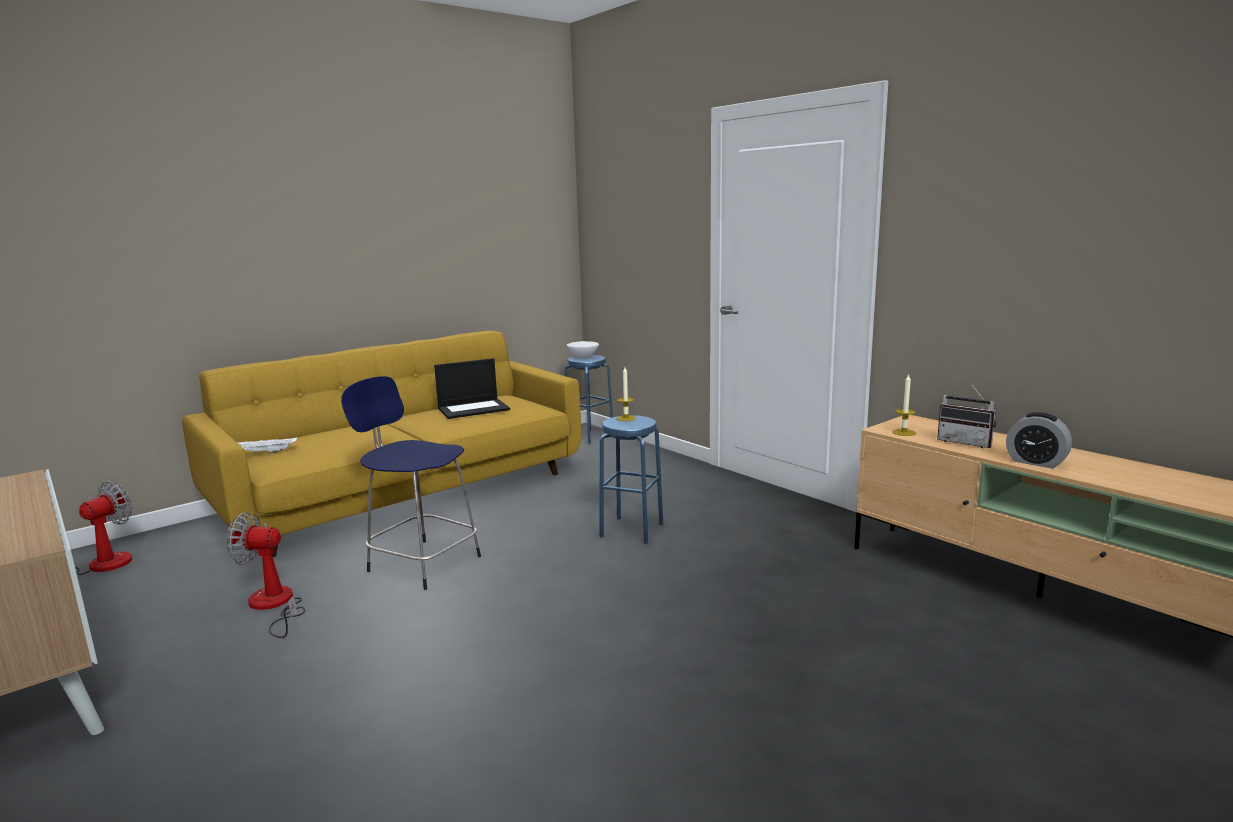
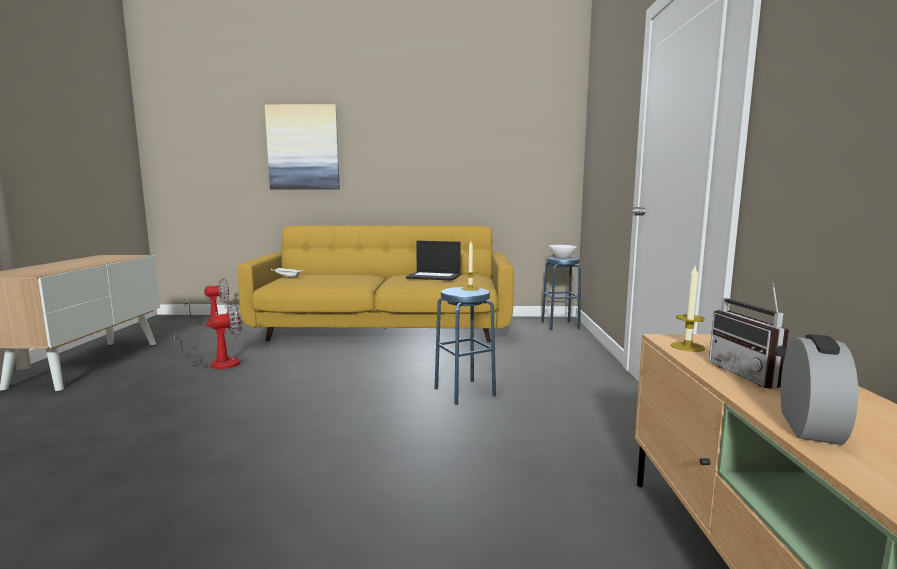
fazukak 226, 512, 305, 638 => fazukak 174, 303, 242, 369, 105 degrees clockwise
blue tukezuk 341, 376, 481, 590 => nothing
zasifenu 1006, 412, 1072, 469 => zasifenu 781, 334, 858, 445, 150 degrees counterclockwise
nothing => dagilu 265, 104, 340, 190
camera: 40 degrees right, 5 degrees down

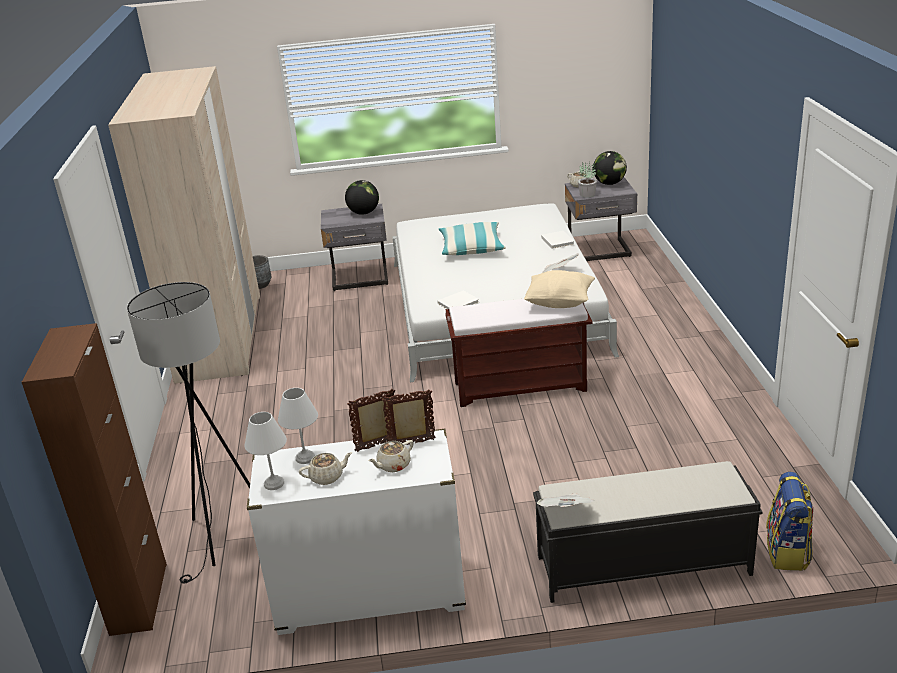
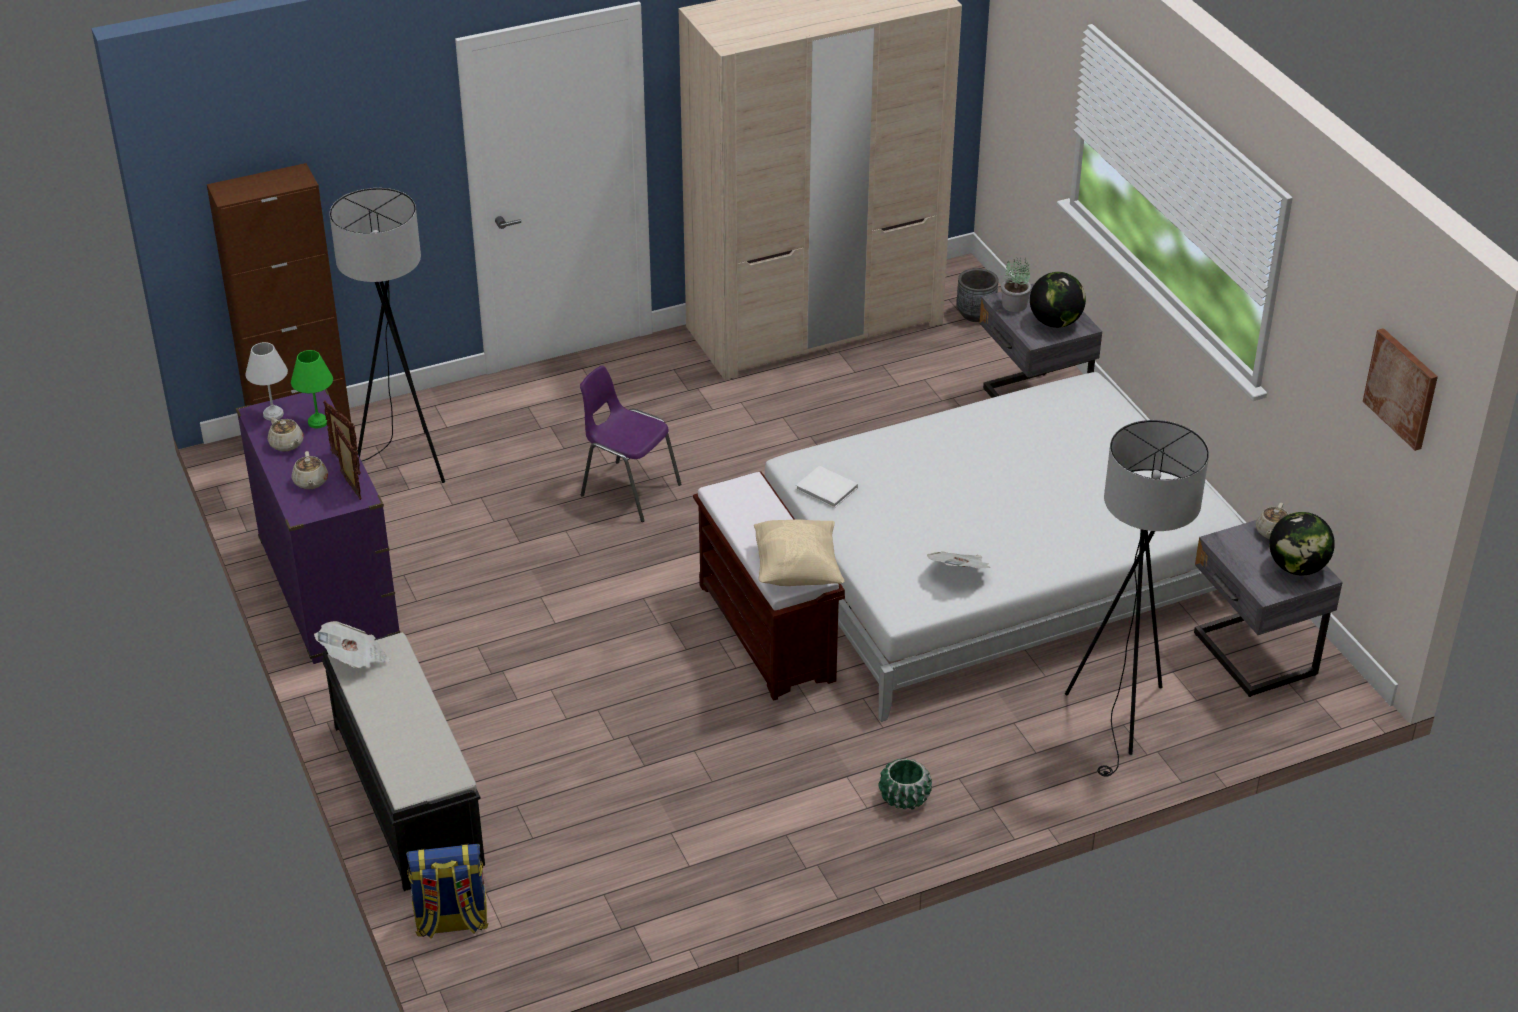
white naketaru 247, 429, 466, 635 => purple naketaru 236, 389, 400, 664
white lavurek 278, 388, 318, 464 => green lavurek 291, 350, 333, 428
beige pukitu 368, 440, 414, 472 => beige pukitu 292, 451, 328, 489, 135 degrees counterclockwise
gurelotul 439, 222, 506, 255 => nothing
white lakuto 541, 231, 574, 249 => nothing
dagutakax 578, 161, 597, 197 => dagutakax 1001, 258, 1031, 312, relocated
nothing => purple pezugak 580, 366, 681, 522
nothing => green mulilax 879, 758, 932, 810
nothing => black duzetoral 1065, 420, 1209, 777
nothing => dagilu 1363, 328, 1438, 451
camera: 70 degrees right, 10 degrees up

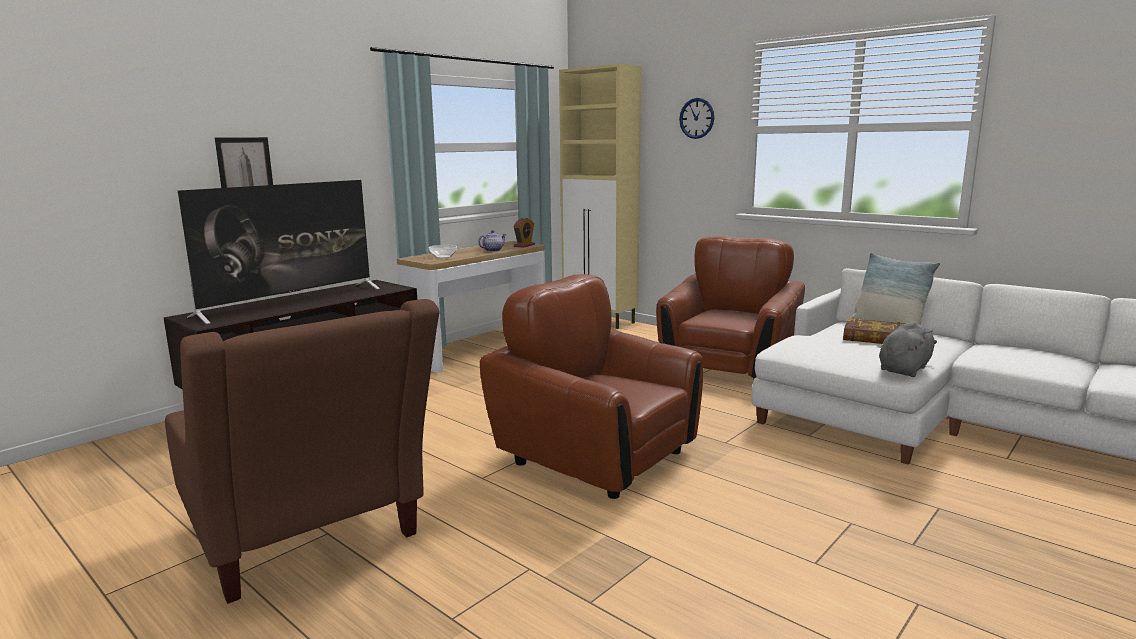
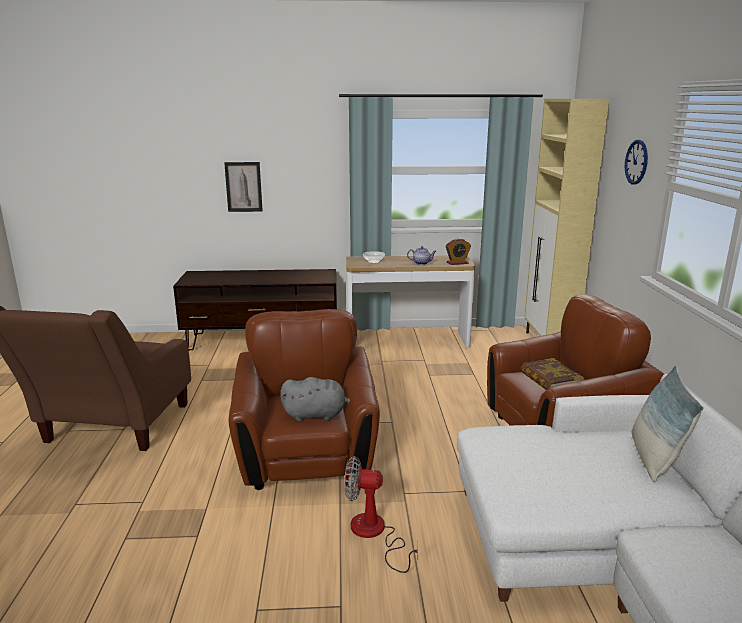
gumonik 178, 180, 380, 324 => nothing
lakuto 843, 318, 906, 344 => lakuto 521, 358, 584, 390, relocated
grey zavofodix 879, 322, 937, 377 => grey zavofodix 280, 377, 350, 422, relocated
nothing => fazukak 344, 456, 418, 573
camera: 45 degrees right, 5 degrees up

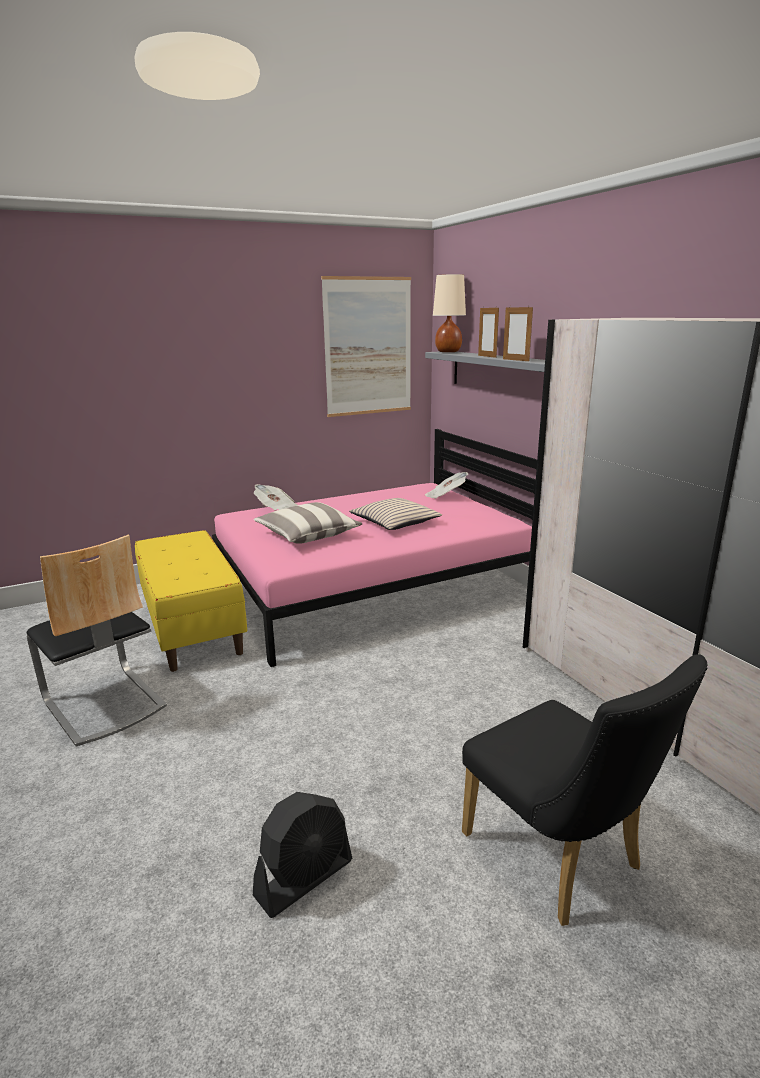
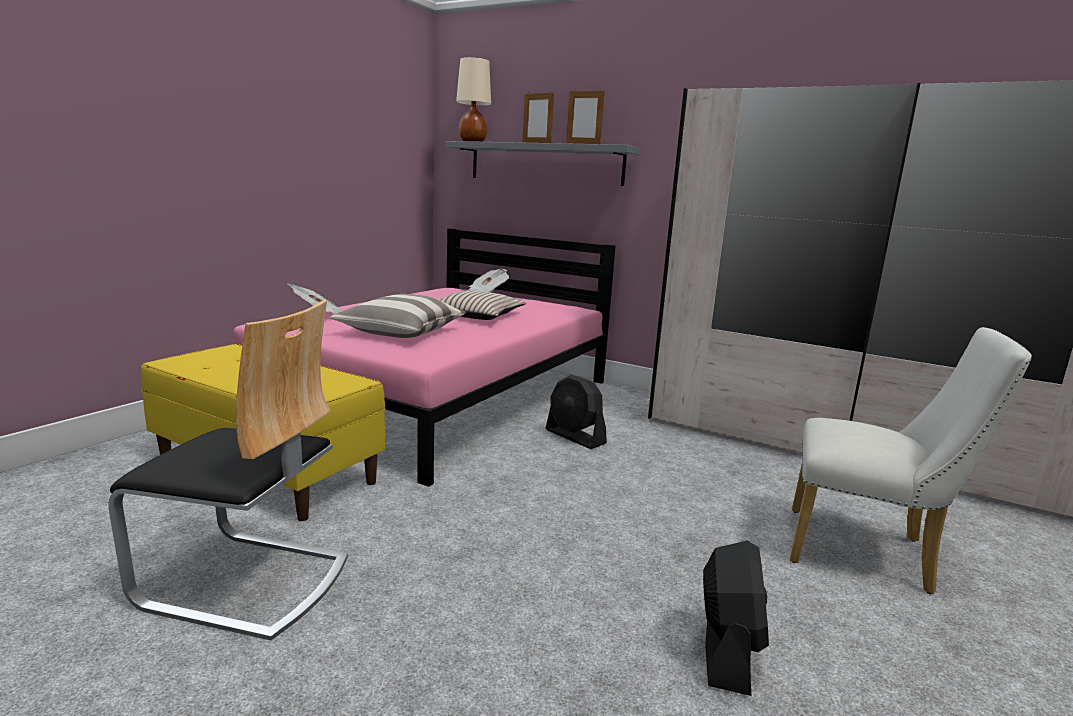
dagilu 321, 276, 411, 417 => nothing
black pezugak 462, 654, 708, 926 => white pezugak 790, 327, 1032, 594
nothing => black fazukak 546, 374, 607, 449
camera: 35 degrees left, 5 degrees down

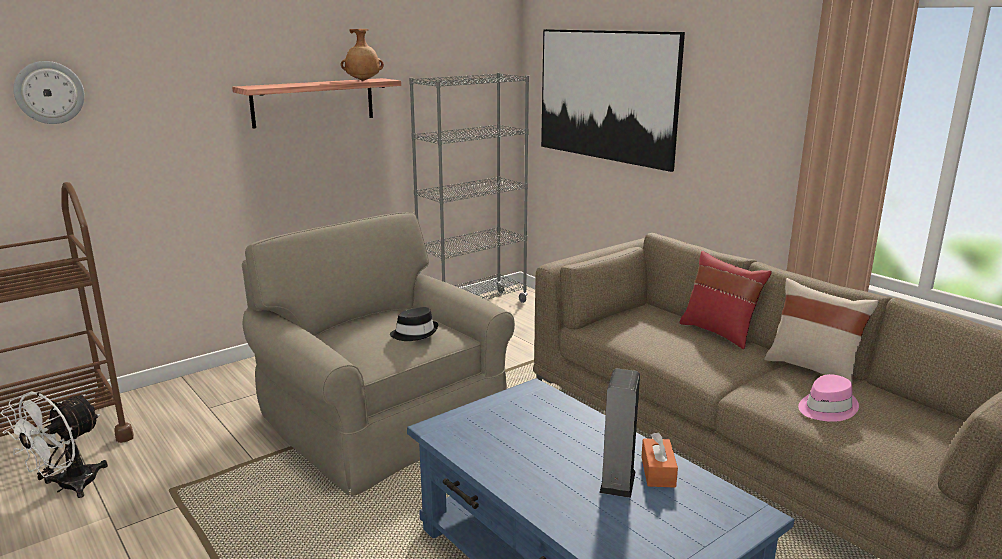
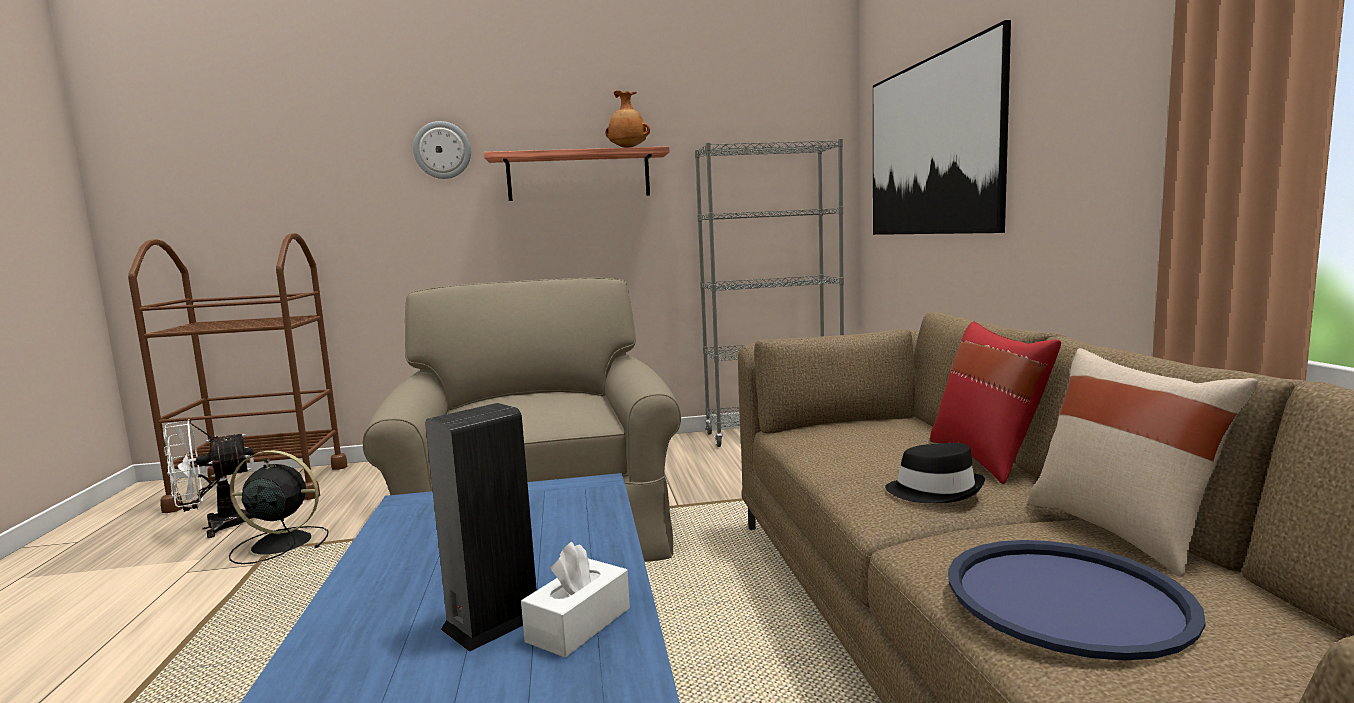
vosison 13, 61, 85, 124 => vosison 413, 121, 471, 179, relocated
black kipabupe 390, 307, 438, 341 => black kipabupe 885, 443, 985, 503, relocated
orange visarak 641, 432, 678, 488 => white visarak 521, 542, 630, 658
pink kipabupe 798, 374, 859, 422 => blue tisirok 948, 540, 1206, 661
nothing => black fazukak 229, 450, 328, 564
camera: 30 degrees right, 10 degrees down

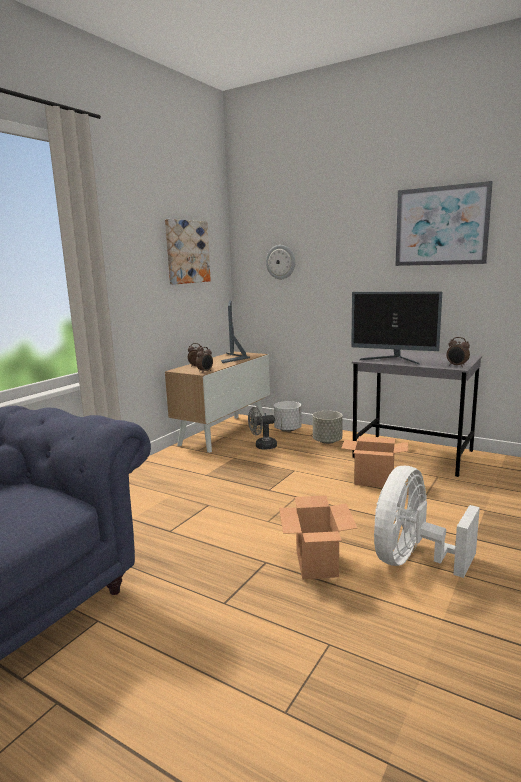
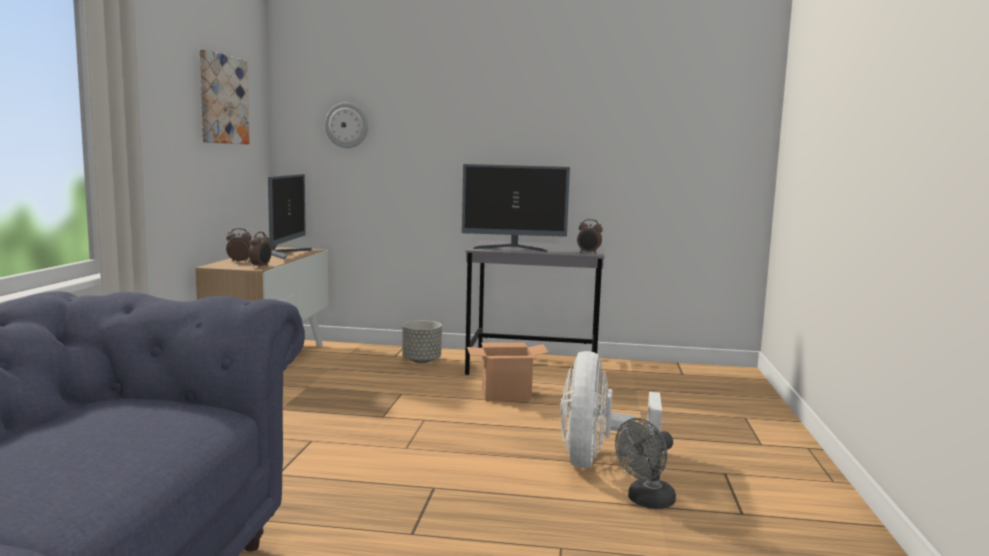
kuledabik 221, 300, 250, 363 => kuledabik 268, 174, 312, 259, 150 degrees counterclockwise
grey fazukak 248, 407, 277, 450 => grey fazukak 615, 418, 676, 509, relocated
white mulilax 274, 401, 302, 432 => nothing
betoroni 279, 495, 357, 579 => nothing
dagilu 395, 181, 493, 266 => nothing
camera: 25 degrees left, 5 degrees down

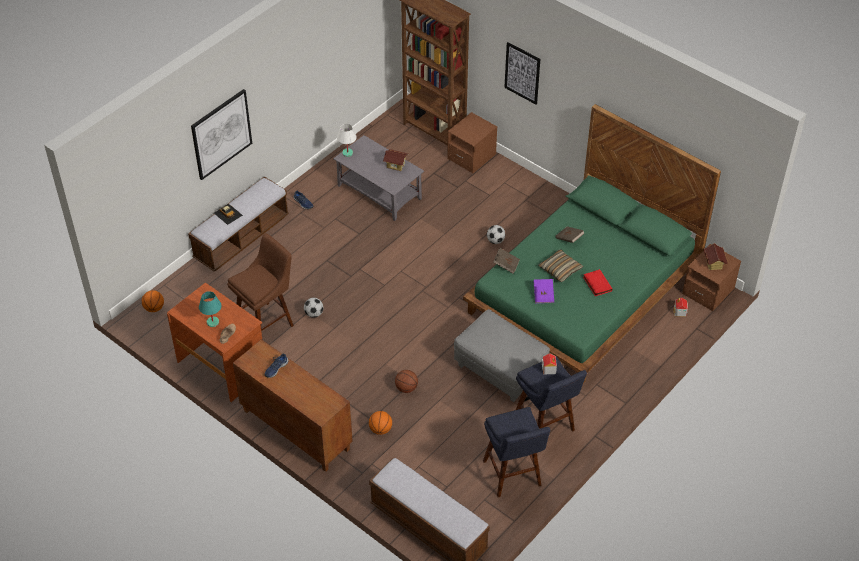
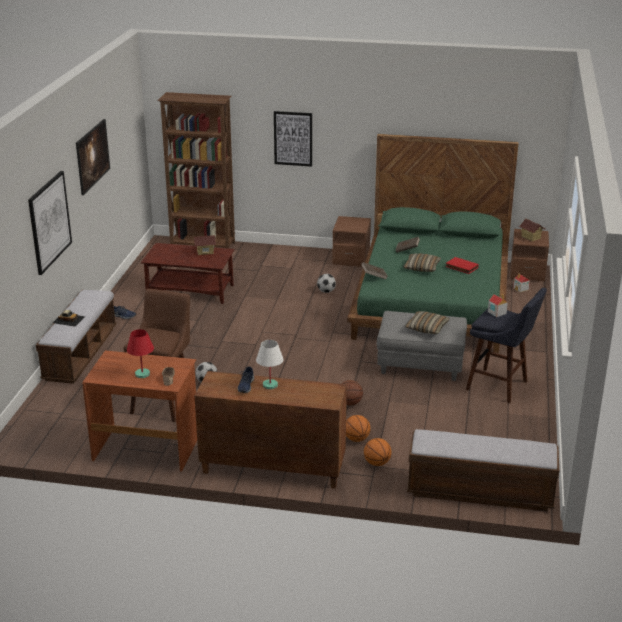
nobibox 142, 290, 164, 312 => nobibox 364, 438, 392, 466, relocated
turquoise lavurek 199, 291, 222, 327 => red lavurek 127, 329, 154, 378
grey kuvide 333, 135, 424, 221 => brown kuvide 141, 243, 235, 304
white lavurek 337, 124, 357, 157 => white lavurek 256, 340, 284, 389, relocated
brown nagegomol 447, 112, 497, 173 => brown nagegomol 332, 216, 371, 267, relocated
blue tukezuk 483, 407, 550, 497 => nothing
purple lakuto 534, 279, 554, 303 => nothing
nothing => dagilu 76, 119, 110, 195
nothing => gurelotul 405, 311, 450, 334
camera: 30 degrees left, 20 degrees down

